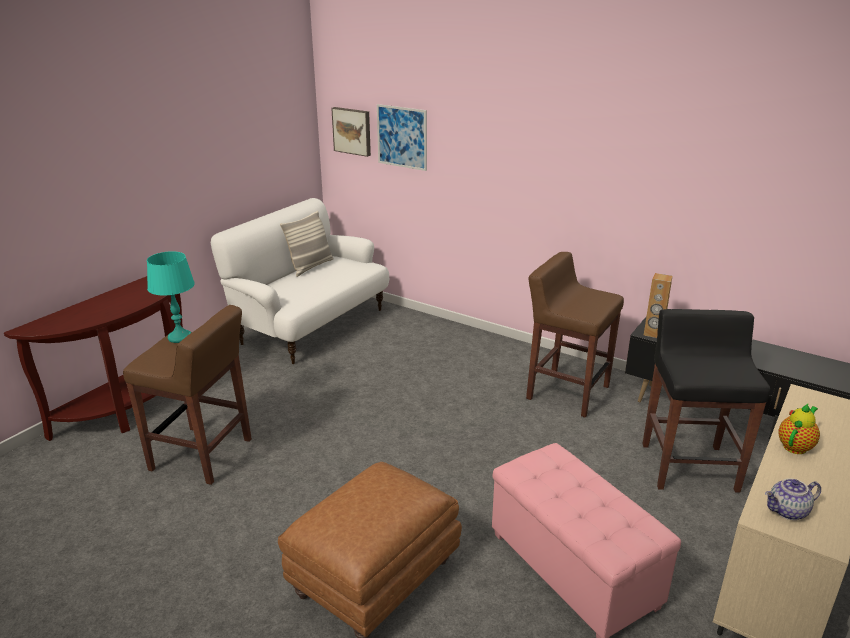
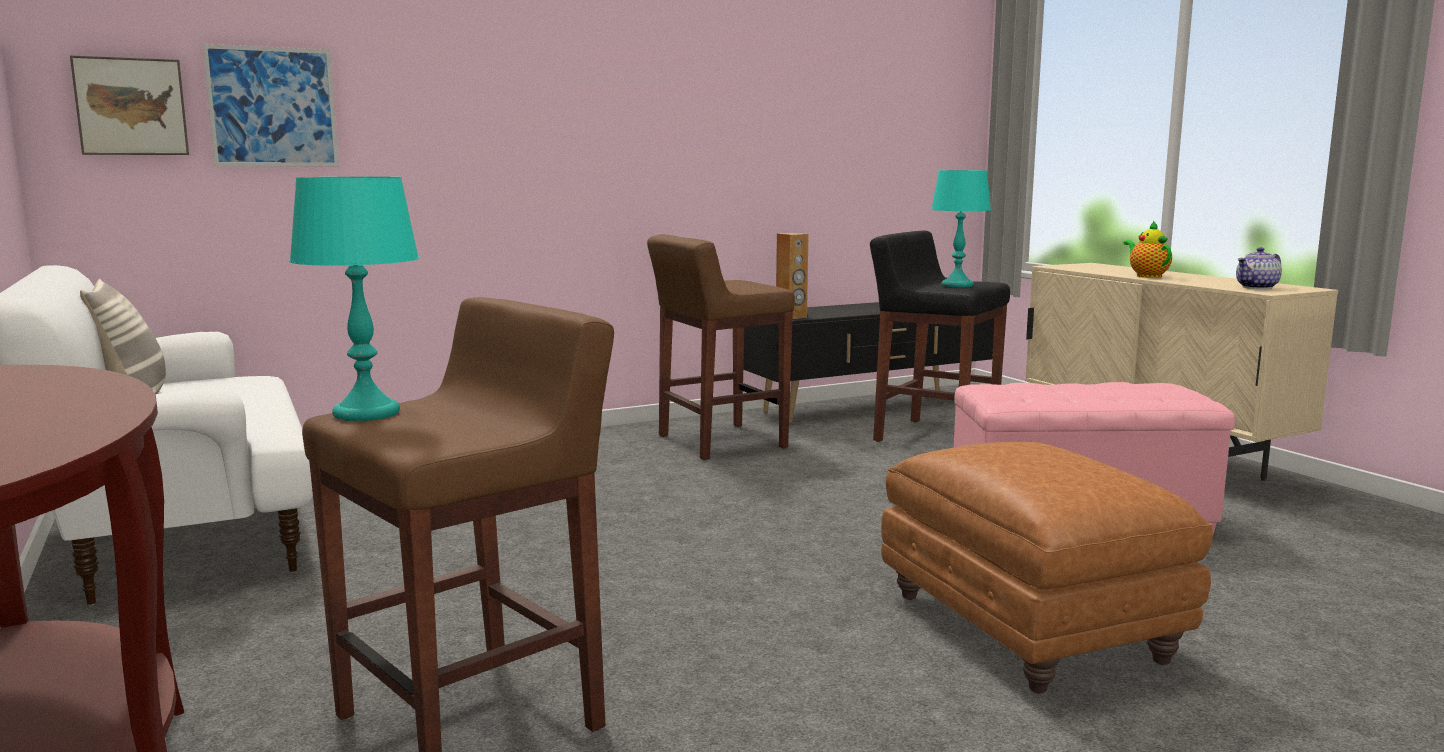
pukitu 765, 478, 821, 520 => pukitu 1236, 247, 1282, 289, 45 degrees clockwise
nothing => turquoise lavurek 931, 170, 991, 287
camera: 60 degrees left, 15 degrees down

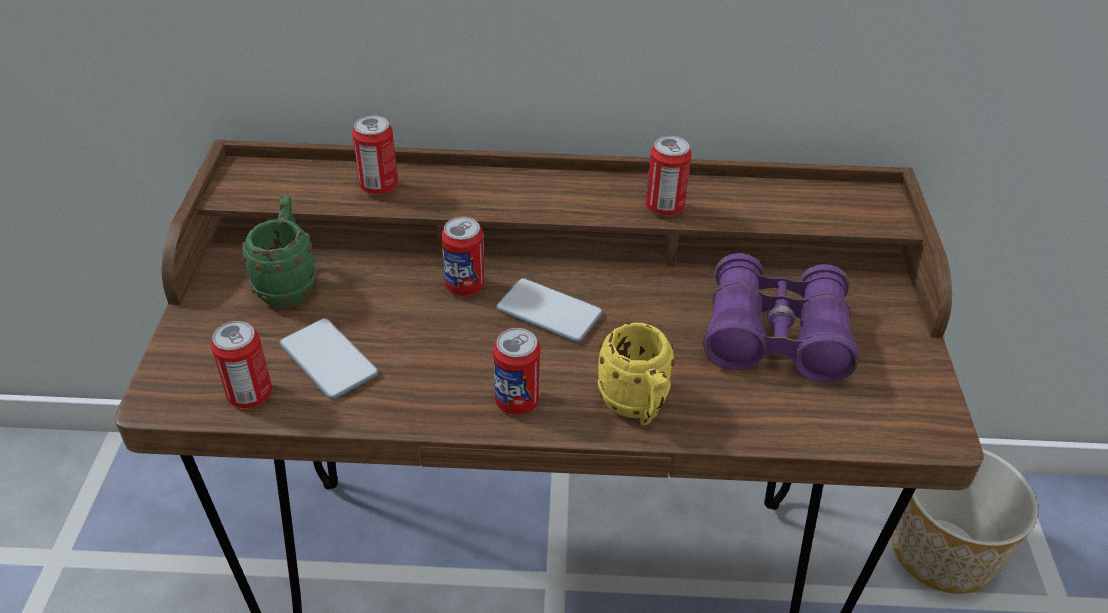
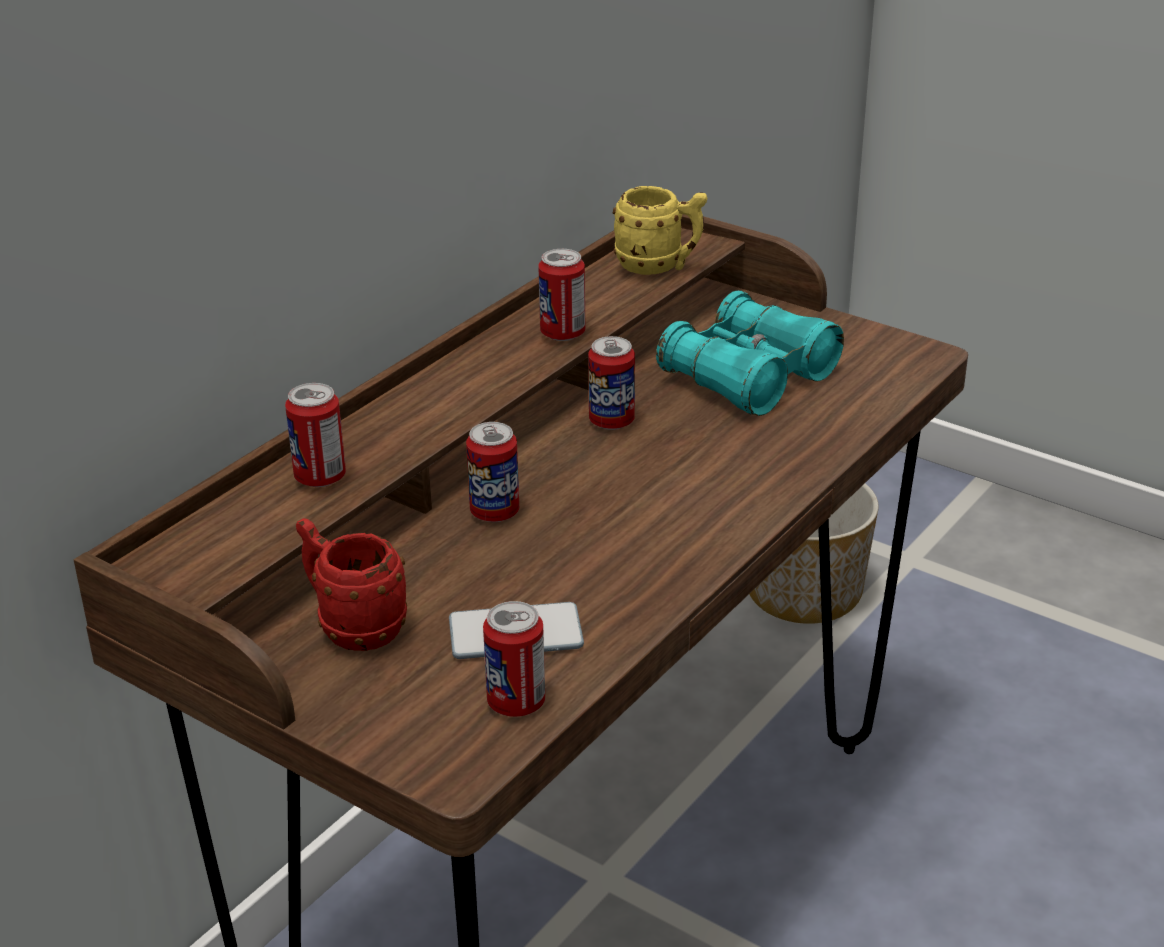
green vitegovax 242, 195, 317, 306 => red vitegovax 296, 518, 407, 651
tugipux 493, 328, 541, 415 => tugipux 588, 336, 635, 430, relocated
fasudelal 496, 278, 602, 342 => nothing
yellow vitegovax 598, 322, 675, 425 => yellow vitegovax 613, 186, 707, 275, relocated
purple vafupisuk 703, 253, 859, 383 => turquoise vafupisuk 656, 291, 844, 416
camera: 55 degrees left, 10 degrees down

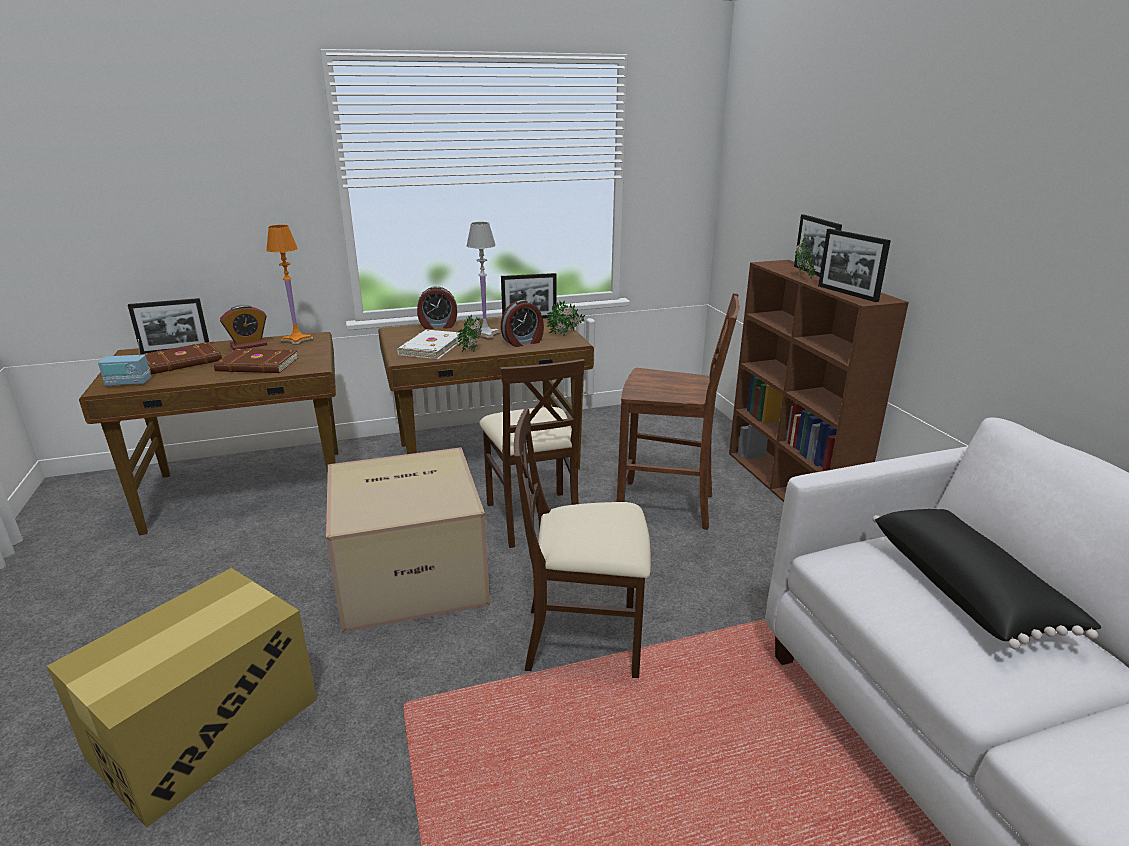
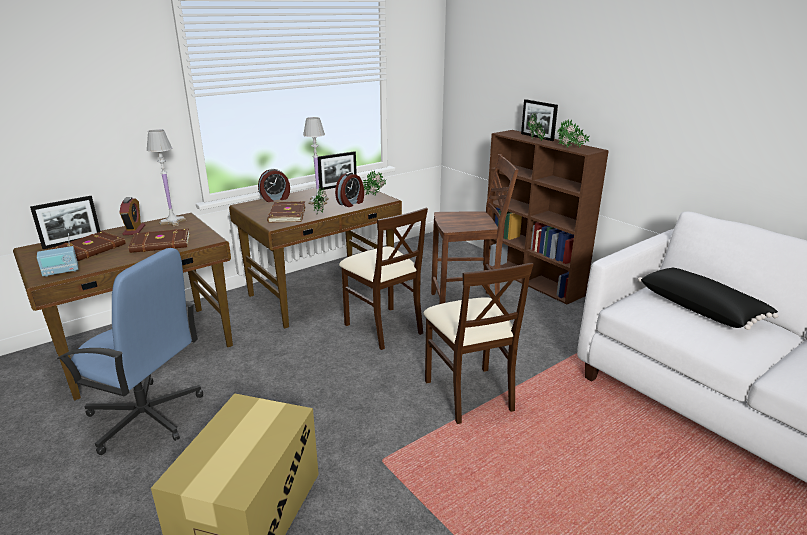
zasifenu 220, 305, 267, 350 => zasifenu 119, 197, 145, 235, 45 degrees counterclockwise
orange lavurek 266, 225, 314, 346 => white lavurek 146, 129, 186, 226
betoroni 326, 447, 490, 633 => nothing
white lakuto 397, 330, 462, 359 => brown lakuto 267, 201, 306, 223
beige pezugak 514, 409, 651, 678 => beige pezugak 424, 262, 533, 424, 90 degrees counterclockwise
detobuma 818, 229, 891, 302 => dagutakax 557, 119, 590, 148
nothing => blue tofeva 57, 248, 203, 455
camera: 20 degrees left, 0 degrees up

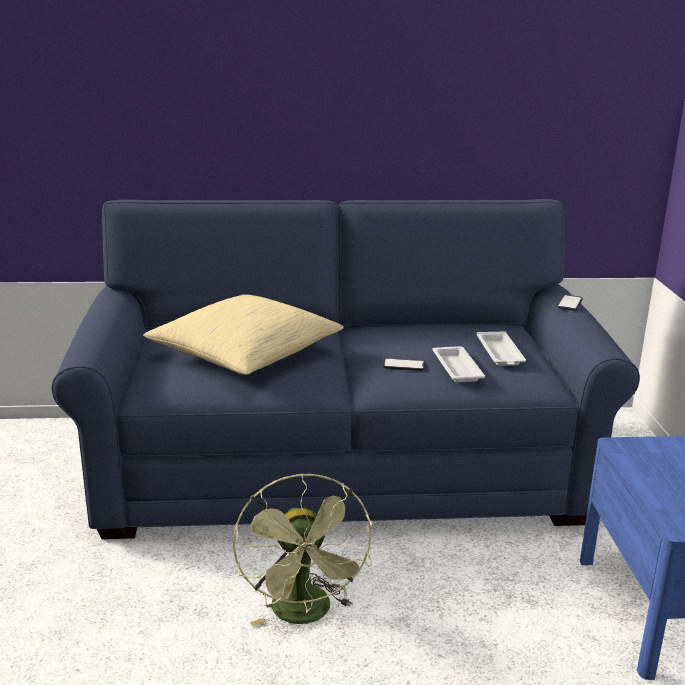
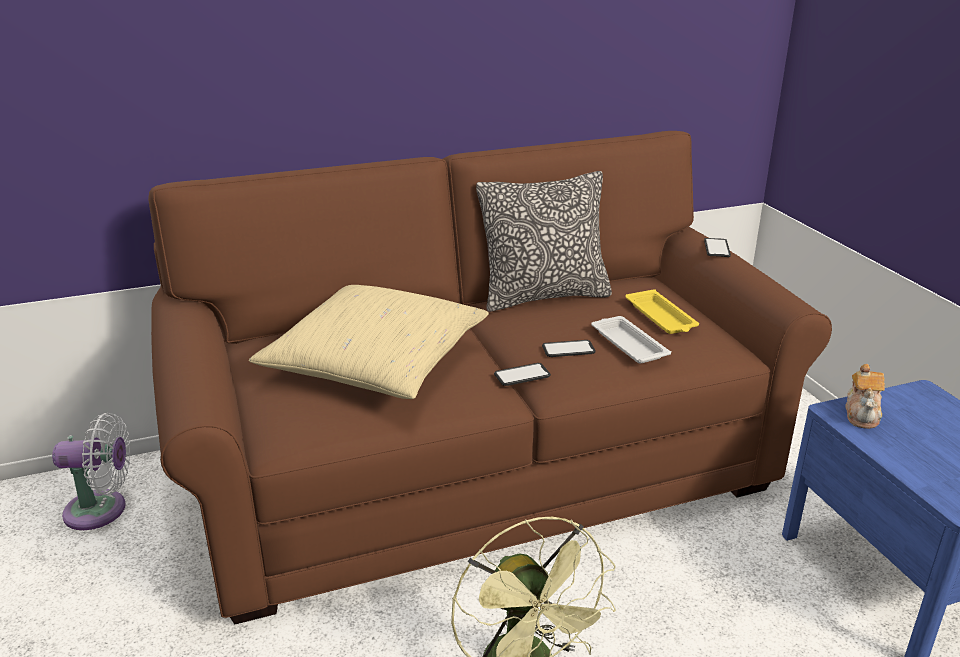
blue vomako 51, 199, 640, 539 => brown vomako 148, 131, 832, 624
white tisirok 476, 331, 526, 366 => yellow tisirok 626, 289, 699, 334
nothing => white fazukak 52, 413, 131, 530
nothing => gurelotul 476, 171, 612, 312
nothing => fasudelal 494, 363, 551, 386
nothing => pukitu 845, 364, 885, 429
camera: 15 degrees left, 5 degrees up

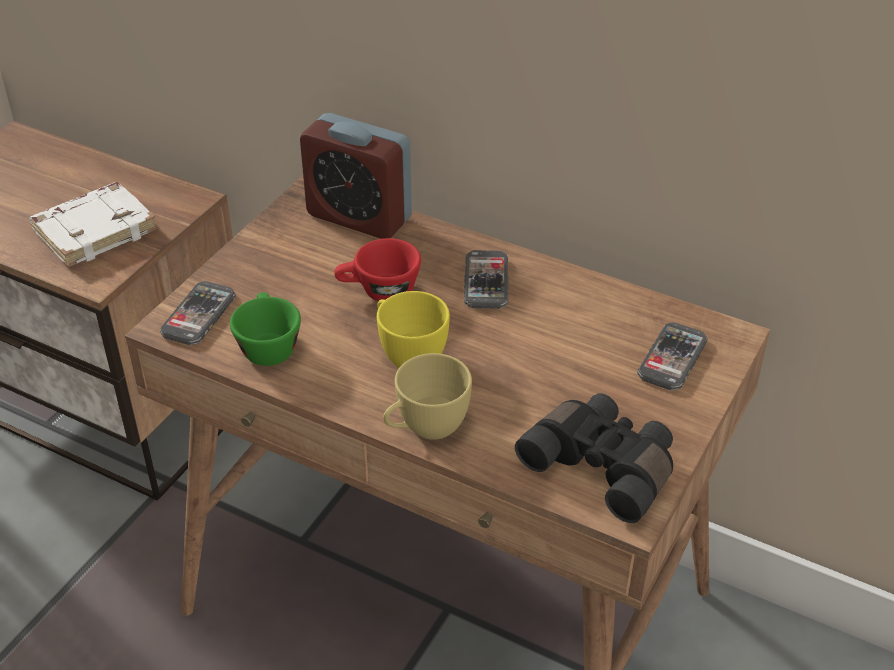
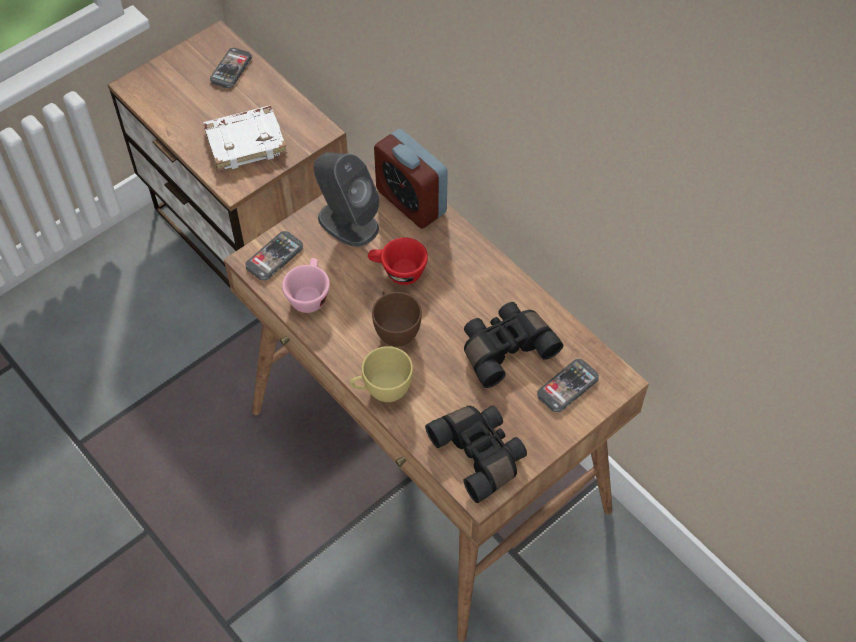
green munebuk 230, 293, 301, 366 => pink munebuk 282, 258, 330, 313
yellow munebuk 377, 291, 450, 368 => brown munebuk 372, 290, 422, 347
fasudelal 464, 250, 509, 309 => fasudelal 210, 48, 252, 88, relocated
nothing => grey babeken 314, 152, 380, 247
nothing => black vafupisuk 464, 302, 563, 388
camera: 20 degrees right, 15 degrees up

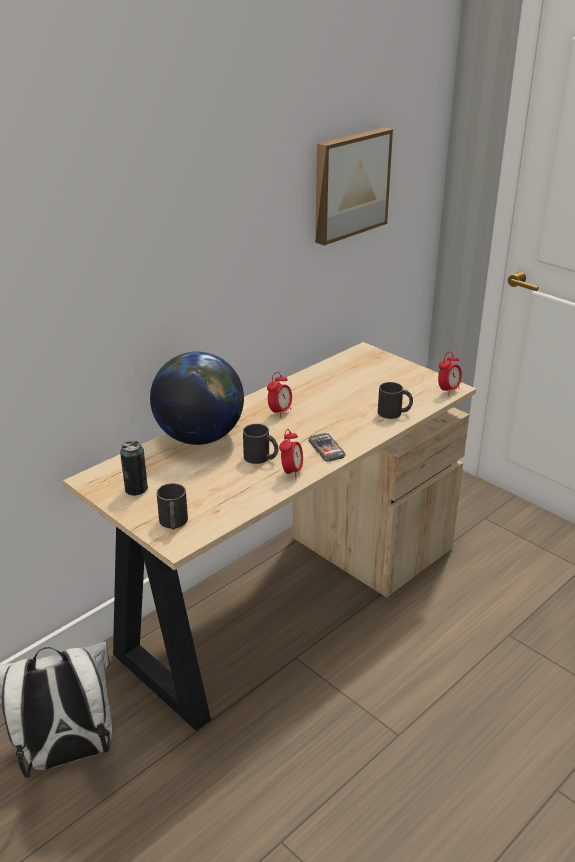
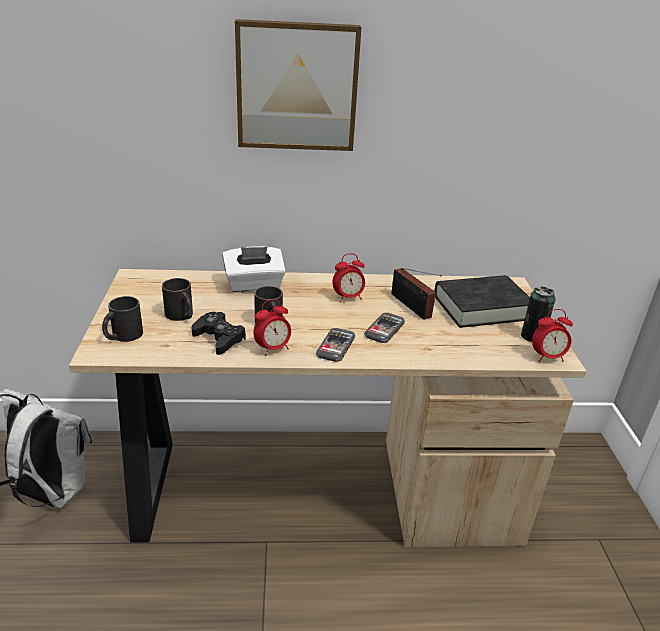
tugipux 120, 441, 148, 496 => tugipux 521, 286, 555, 342, relocated
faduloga 150, 352, 244, 445 => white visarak 222, 246, 286, 293
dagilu 315, 127, 393, 245 => dagilu 235, 19, 361, 151, relocated
black vitegovax 378, 382, 413, 419 => black vitegovax 162, 278, 193, 321, relocated
nothing => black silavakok 192, 312, 246, 355
nothing => fasudelal 364, 313, 405, 343
nothing => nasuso 392, 268, 442, 320
nothing => black lakuto 434, 275, 530, 328
camera: 40 degrees right, 0 degrees up

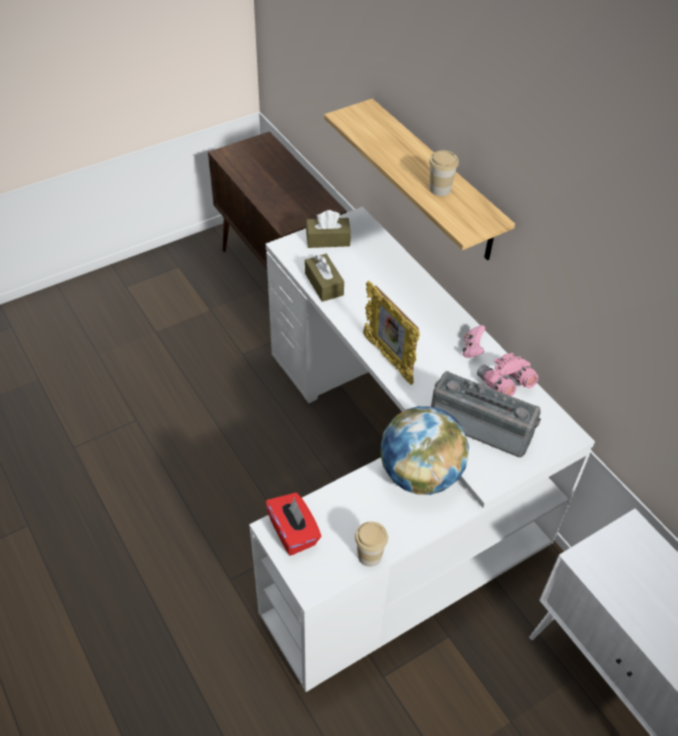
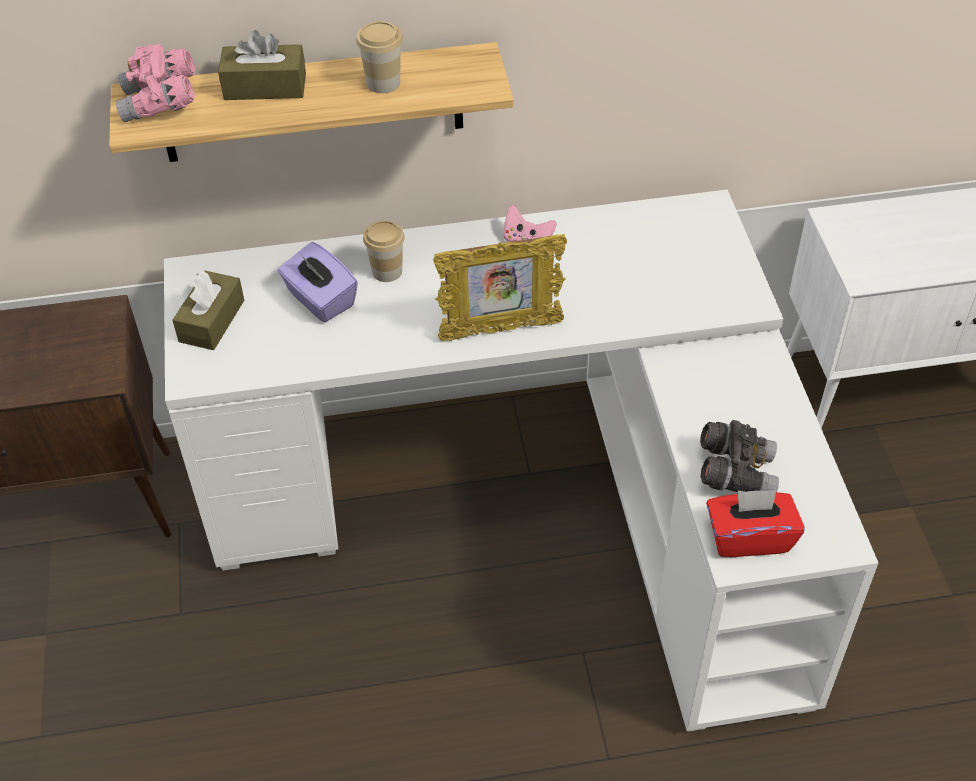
brown visarak 305, 254, 344, 302 => brown visarak 218, 30, 306, 100, relocated
munebuk 355, 522, 388, 567 => munebuk 363, 220, 405, 282, relocated
faduloga 380, 406, 469, 495 => nothing
nasuso 431, 371, 541, 457 => nothing
pink vafupisuk 477, 353, 539, 396 => pink vafupisuk 116, 44, 196, 122, relocated
nothing => purple visarak 278, 242, 358, 322
nothing => grey vafupisuk 700, 420, 779, 492
camera: 65 degrees left, 0 degrees up

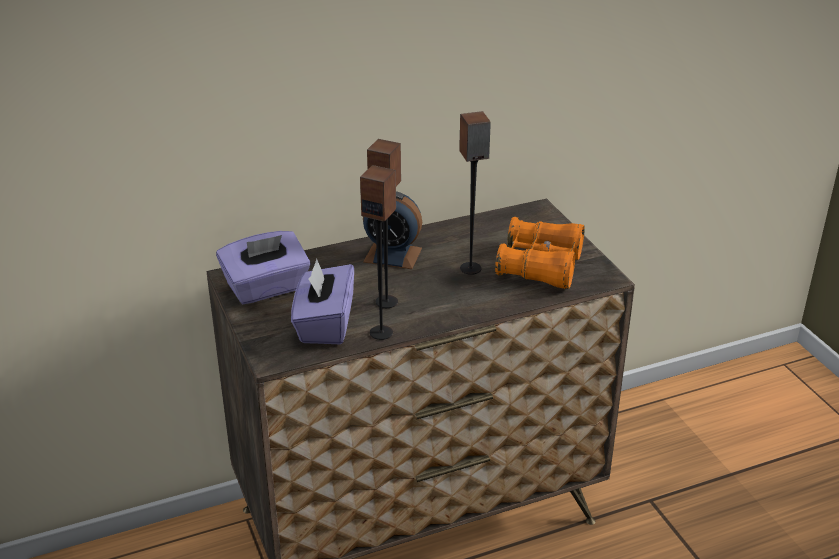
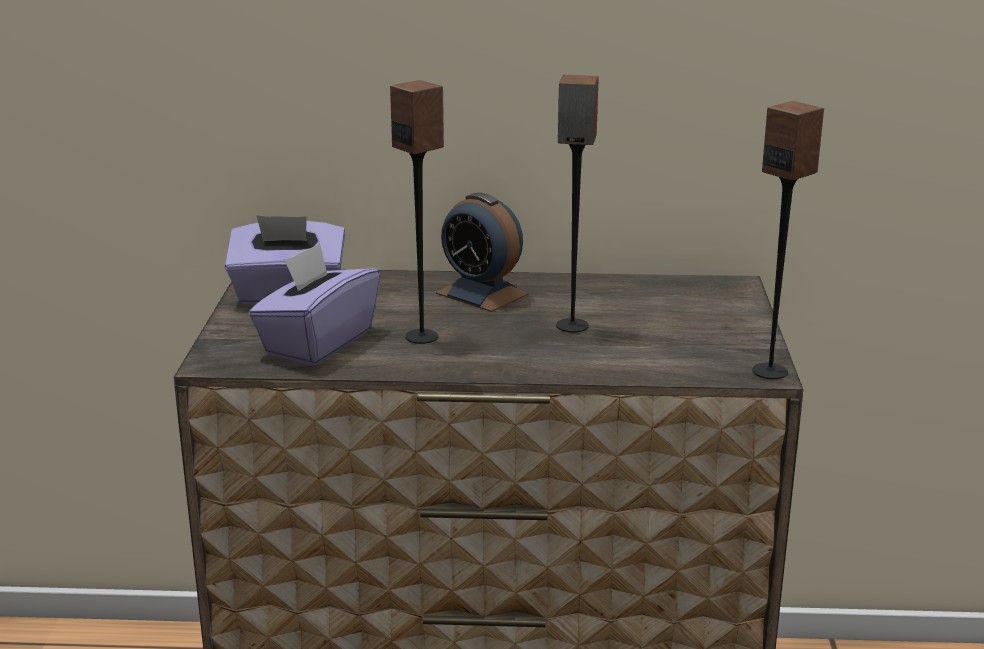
babeken 360, 165, 396, 340 => babeken 752, 101, 824, 379, relocated
orange vafupisuk 495, 217, 585, 289 => nothing
camera: 25 degrees right, 10 degrees down

